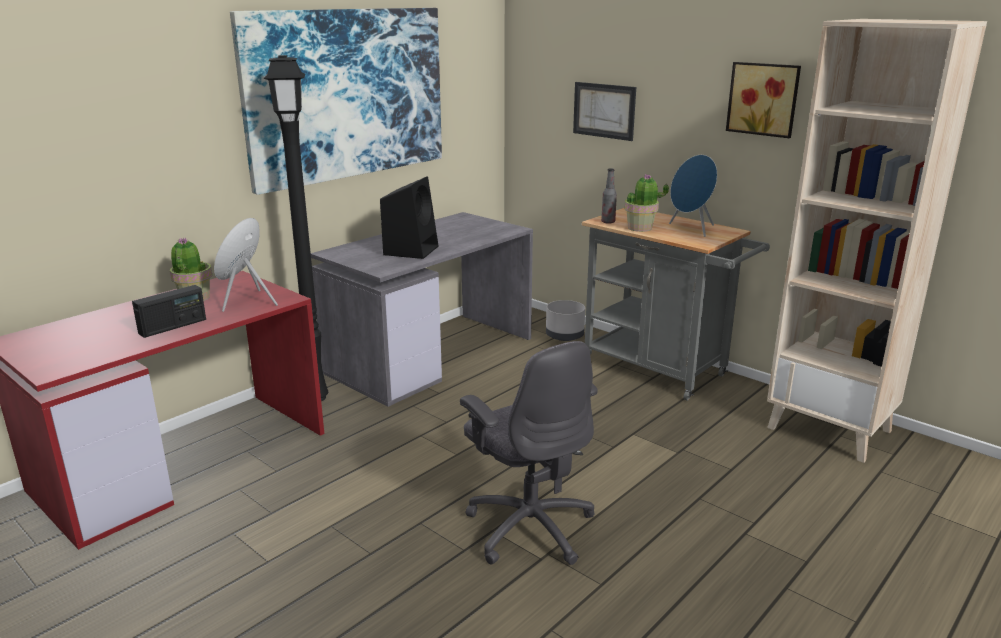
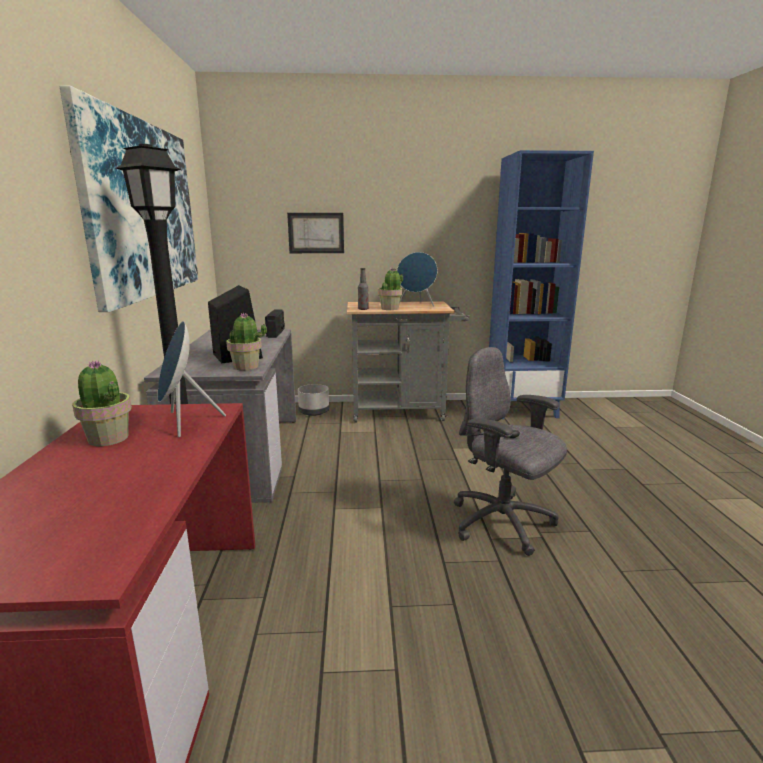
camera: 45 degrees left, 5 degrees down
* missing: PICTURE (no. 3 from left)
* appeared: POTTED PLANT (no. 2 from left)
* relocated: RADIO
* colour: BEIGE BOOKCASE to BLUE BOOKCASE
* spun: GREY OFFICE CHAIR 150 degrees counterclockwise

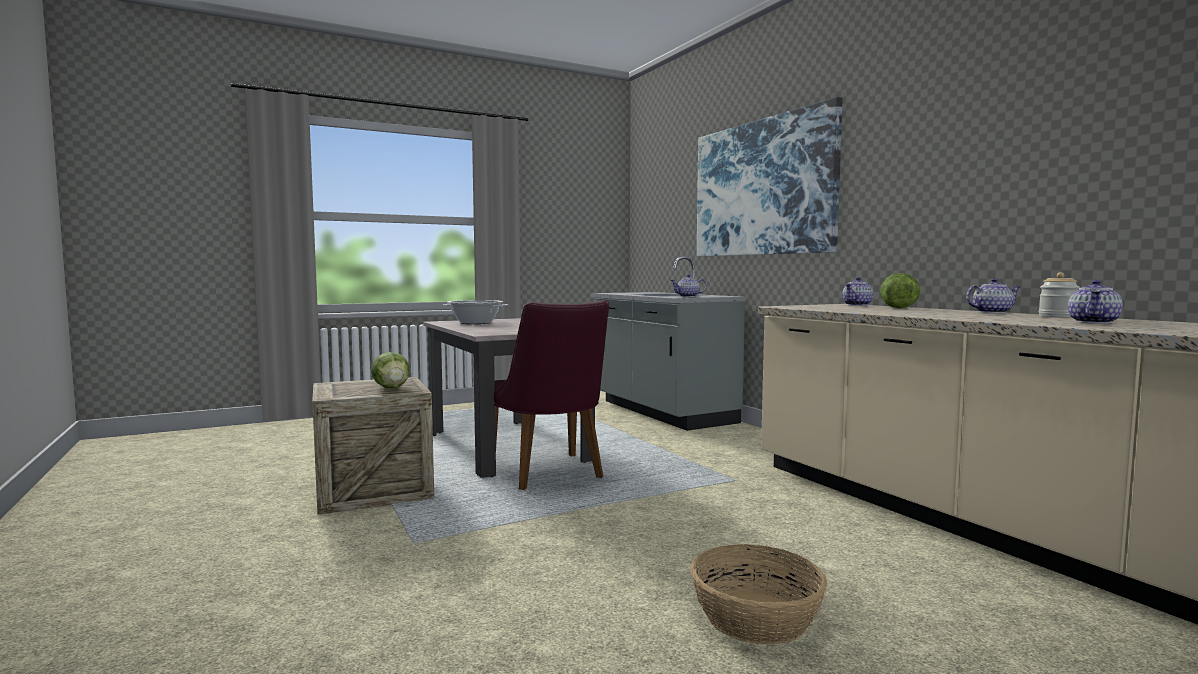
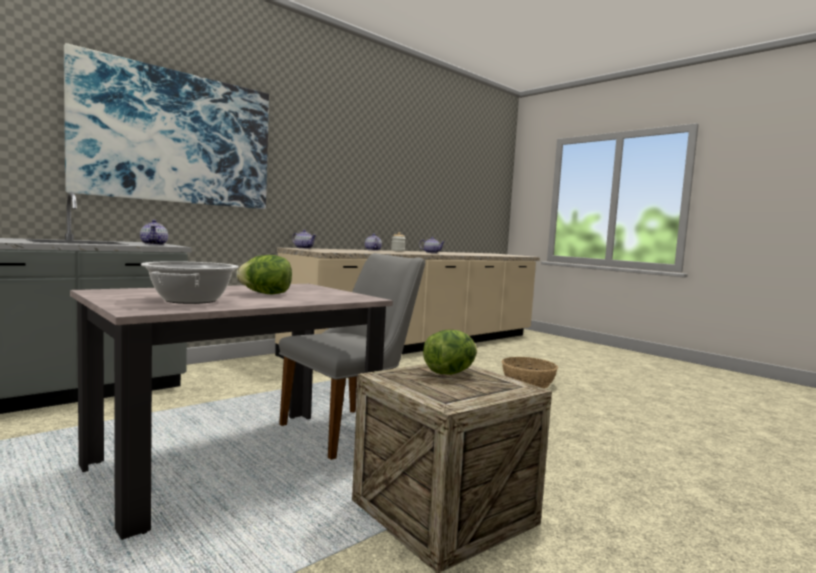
camera: 105 degrees left, 0 degrees up
* relocated: LETTUCE (no. 2 from left in the first image) to LETTUCE (no. 1 from left)
* colour: PURPLE CHAIR to GREY CHAIR

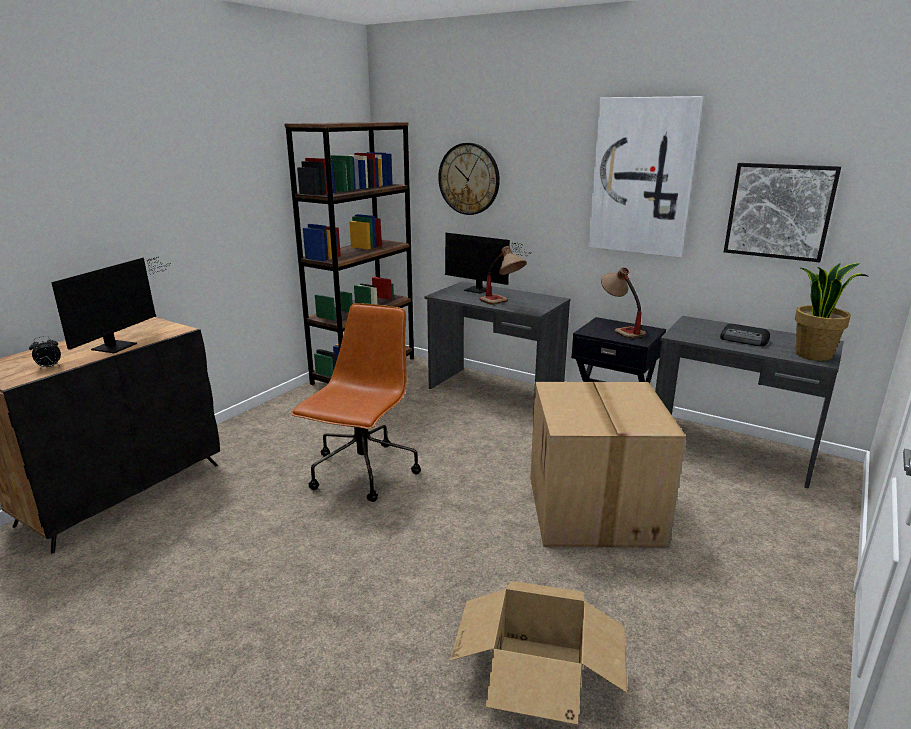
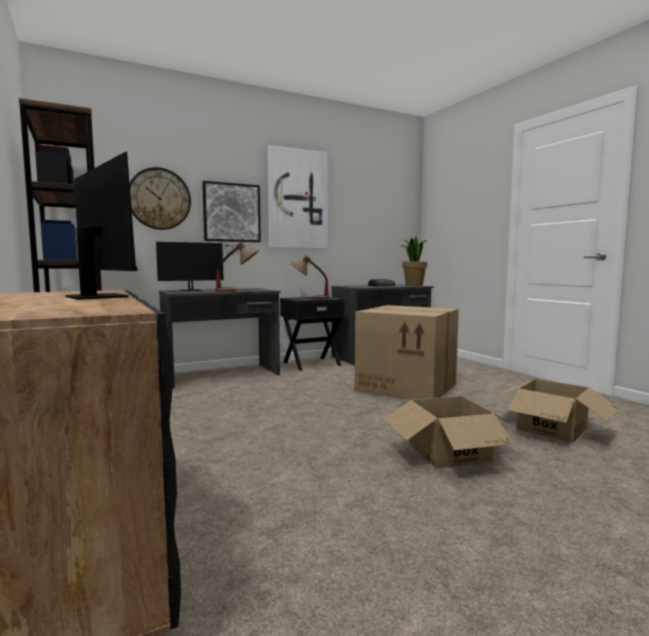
camera: 60 degrees left, 15 degrees down
* missing: ALARM CLOCK
* missing: BROWN OFFICE CHAIR
* appeared: CARDBOARD BOX (no. 2 from left)
* relocated: PICTURE (no. 2 from left in the first image) to PICTURE (no. 1 from left)

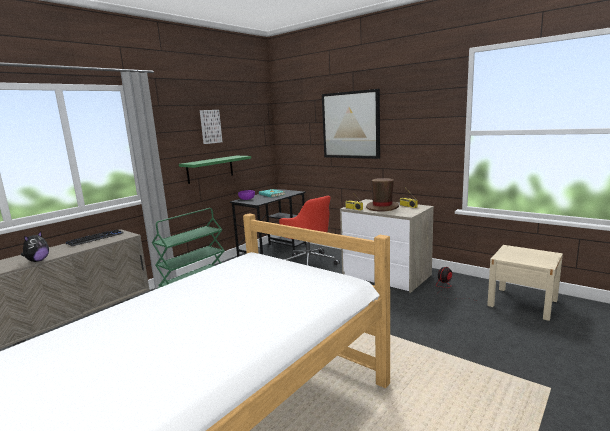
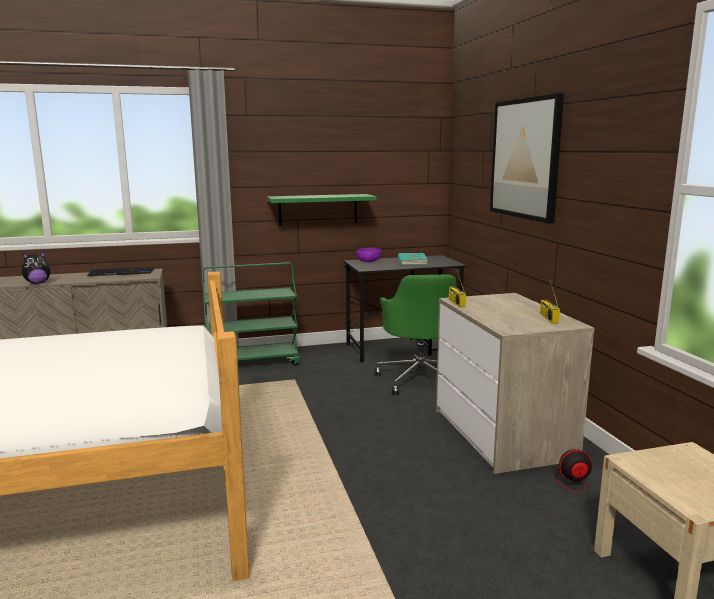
camera: 35 degrees right, 0 degrees up
* missing: PICTURE (no. 1 from left)
* missing: BROWN HAT
* colour: RED OFFICE CHAIR to GREEN OFFICE CHAIR

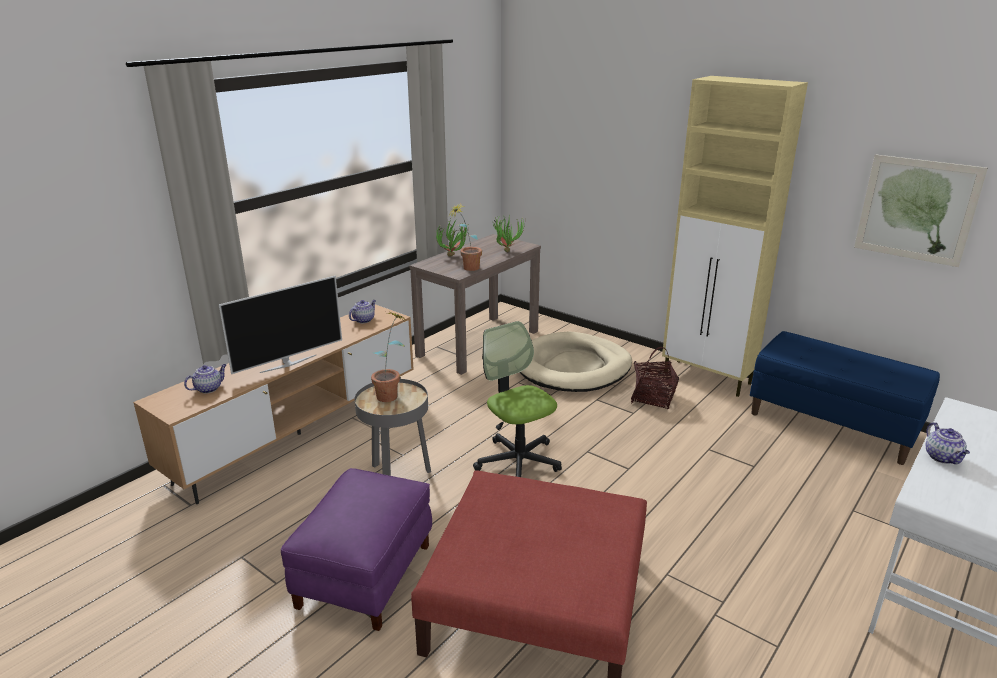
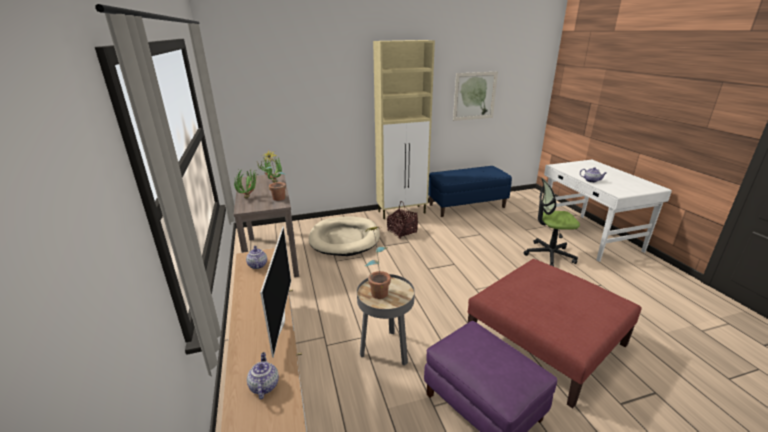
camera: 55 degrees left, 0 degrees up
* relocated: OFFICE CHAIR

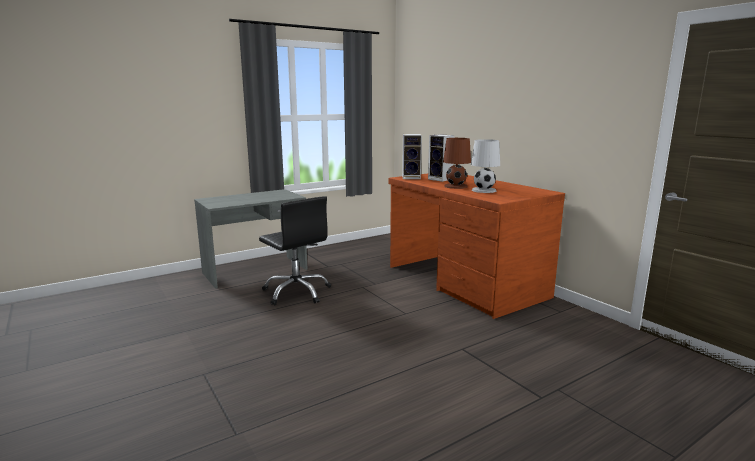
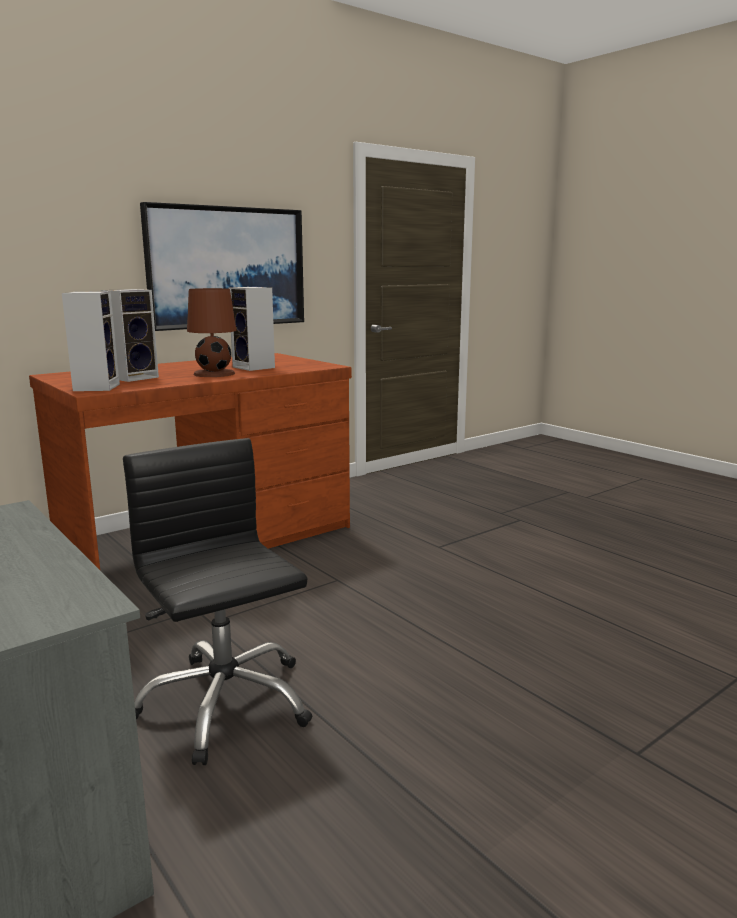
camera: 95 degrees left, 0 degrees up
* appeared: PICTURE
* exchanged: WHITE TABLE LAMP to SPEAKER (no. 3 from left)
* spun: BLACK OFFICE CHAIR 75 degrees counterclockwise

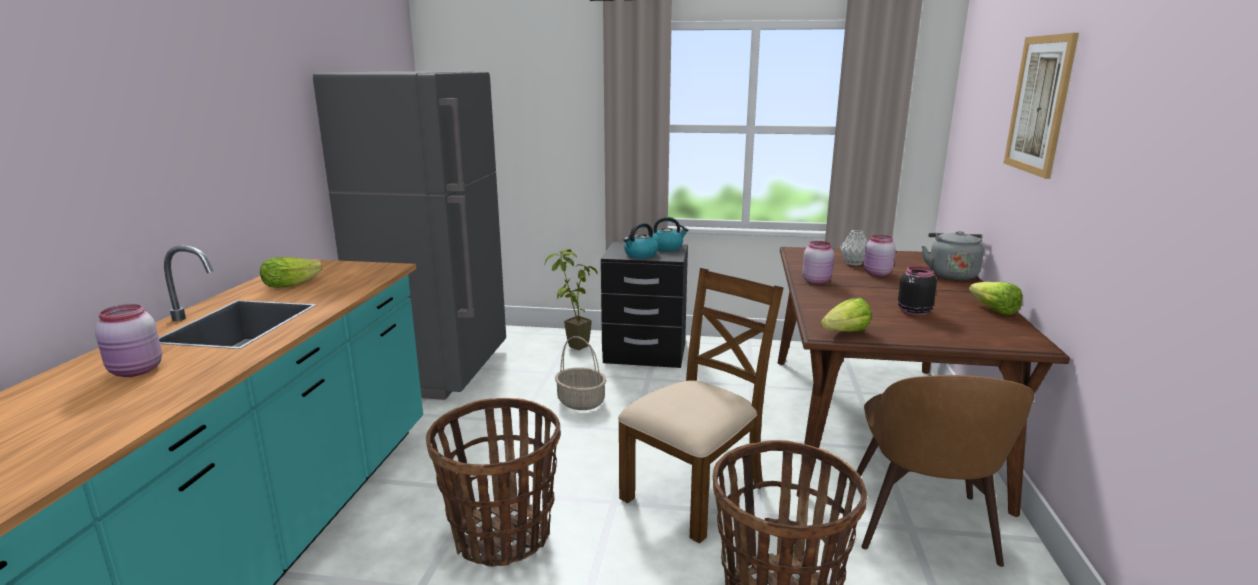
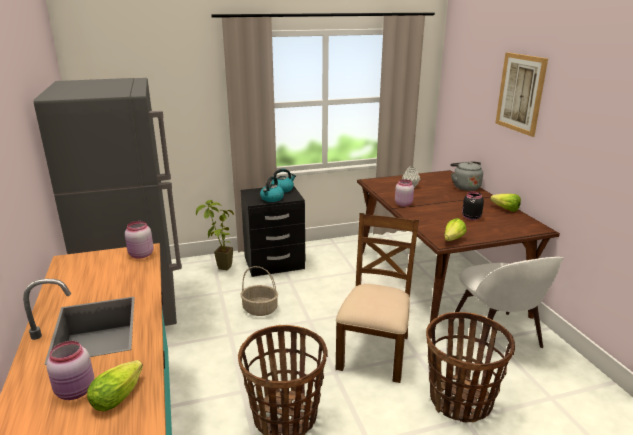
camera: 25 degrees left, 5 degrees up
* relocated: LETTUCE (no. 1 from left)
* relocated: PINK JAR (no. 3 from left in the first image) to PINK JAR (no. 2 from left)
* colour: BROWN CHAIR (no. 2 from left) to WHITE CHAIR

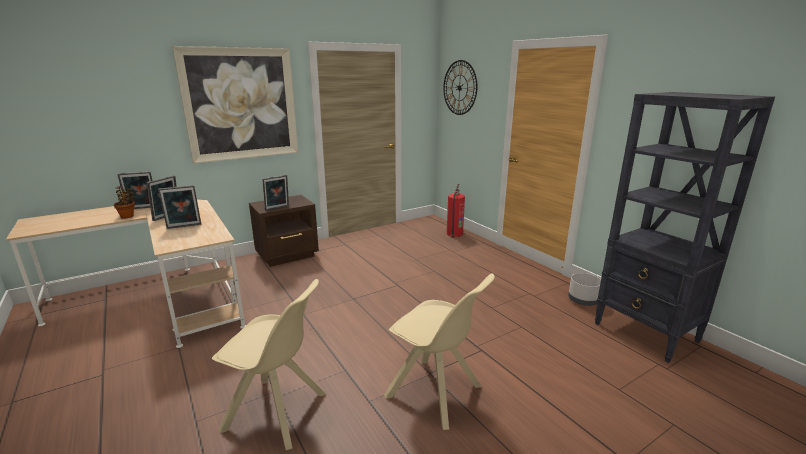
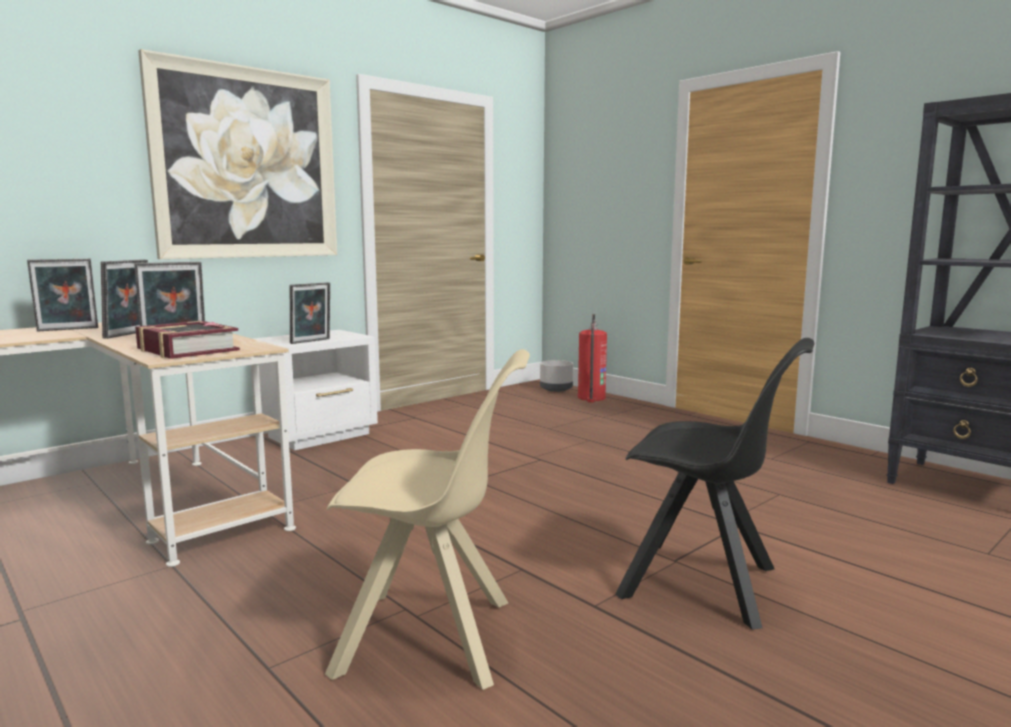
camera: 10 degrees left, 10 degrees down
* missing: POTTED PLANT
* missing: WALL CLOCK
* appeared: BOOK
* relocated: GREY PLANTER
* colour: BROWN NIGHTSTAND to WHITE NIGHTSTAND
* colour: BEIGE CHAIR (no. 2 from left) to BLACK CHAIR

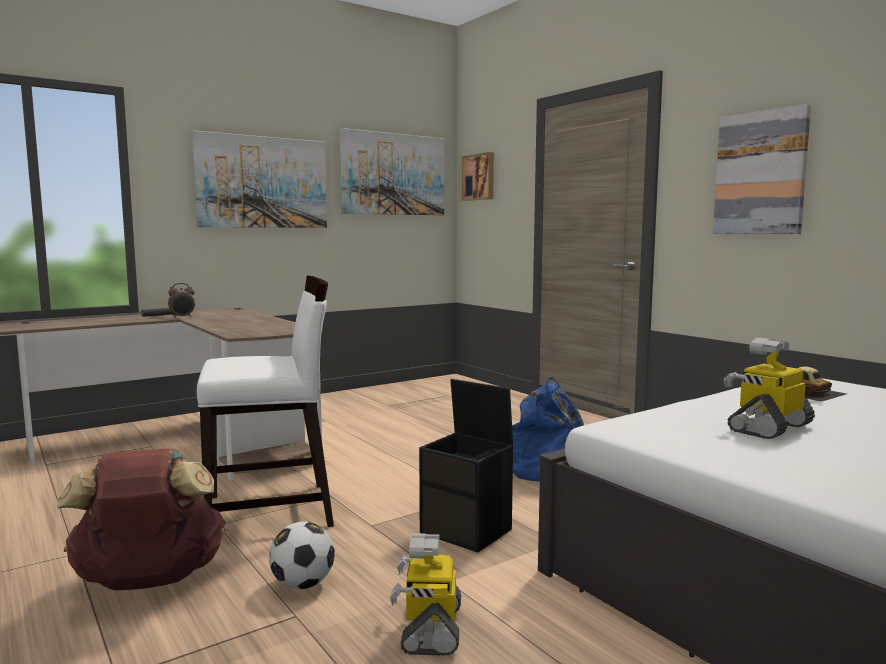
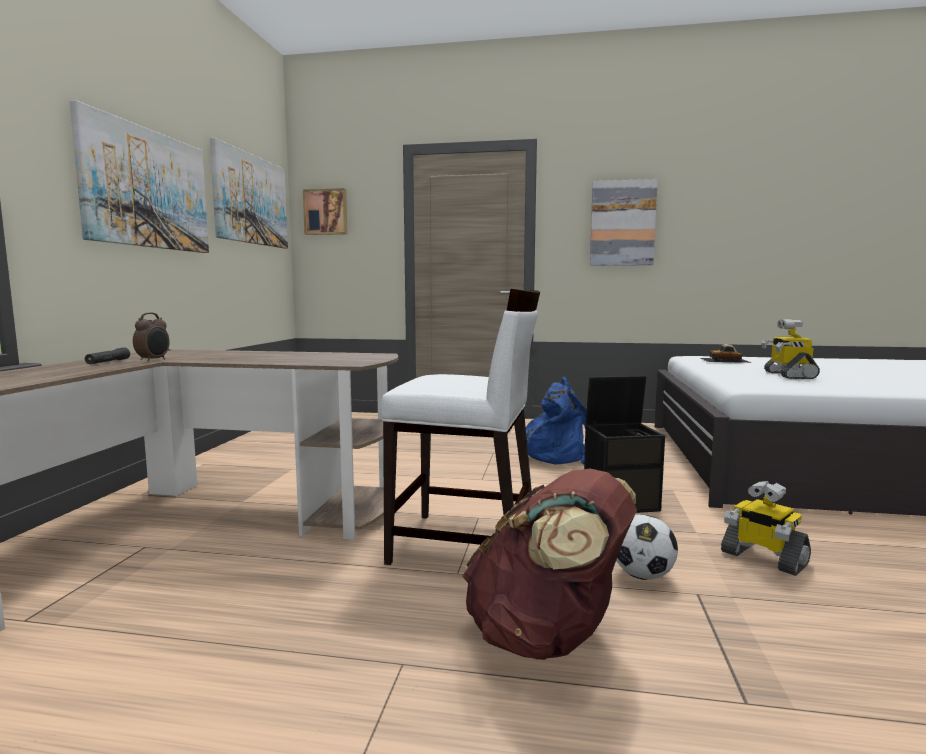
camera: 45 degrees left, 0 degrees up
* spun: WHITE CHAIR 75 degrees clockwise

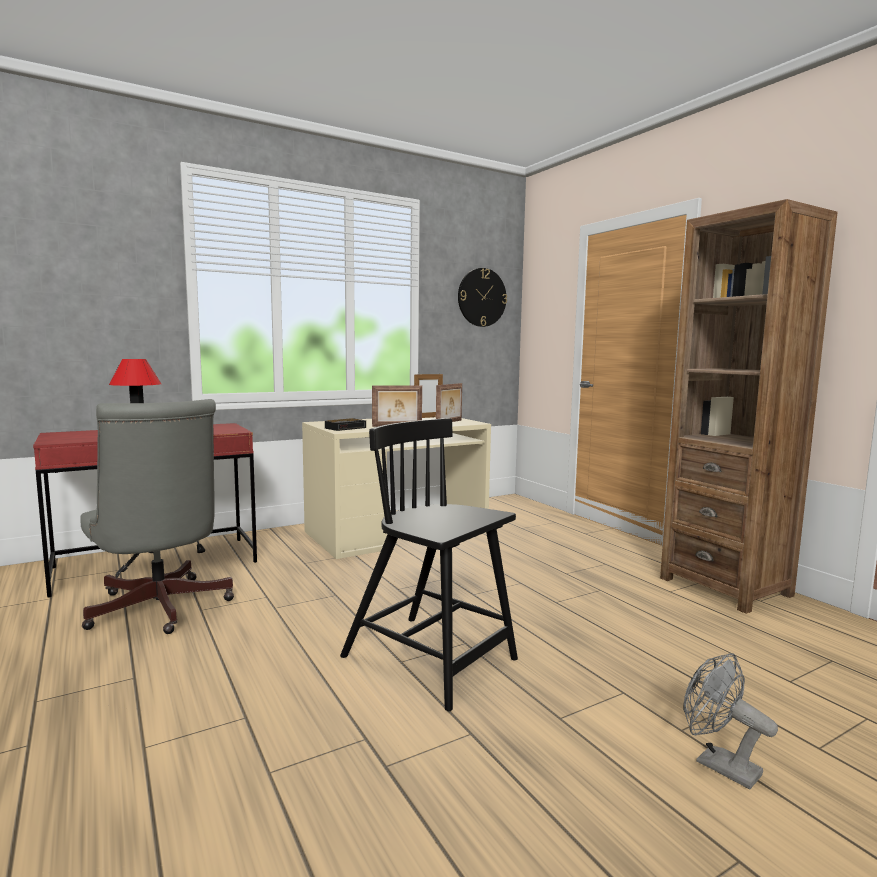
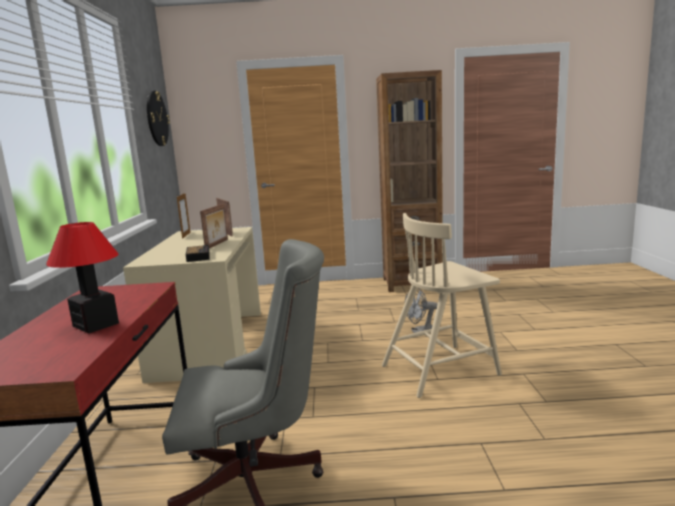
camera: 60 degrees left, 5 degrees up
* relocated: GREY FAN
* colour: BLACK CHAIR to BEIGE CHAIR

